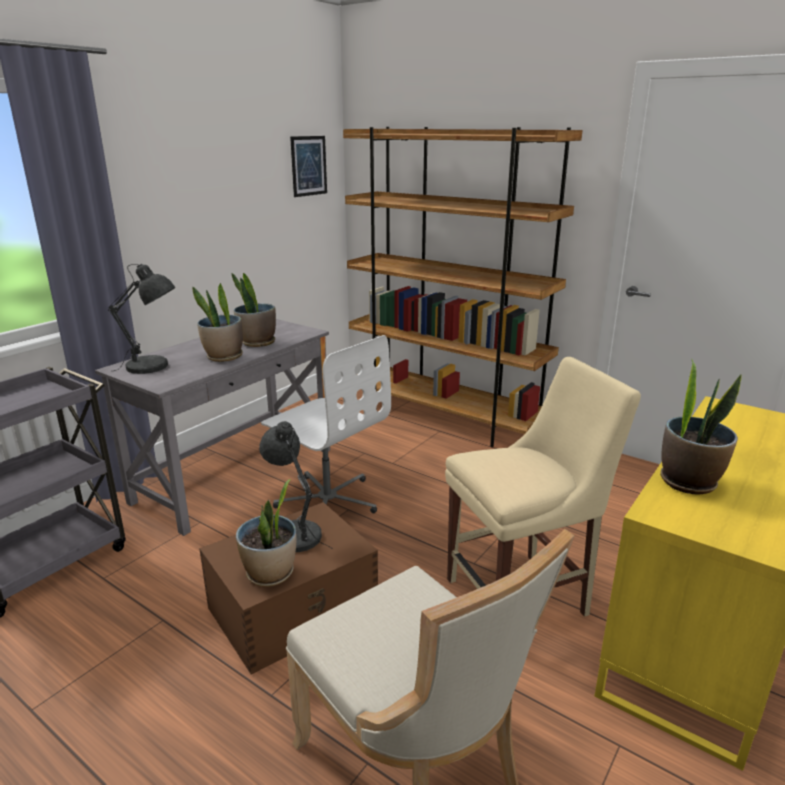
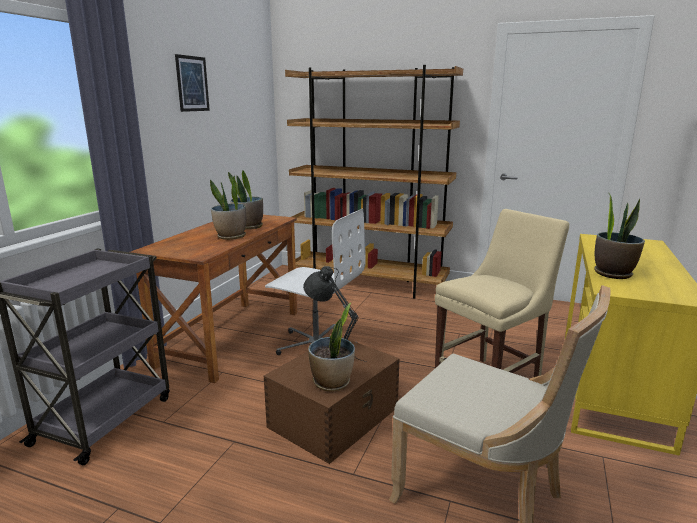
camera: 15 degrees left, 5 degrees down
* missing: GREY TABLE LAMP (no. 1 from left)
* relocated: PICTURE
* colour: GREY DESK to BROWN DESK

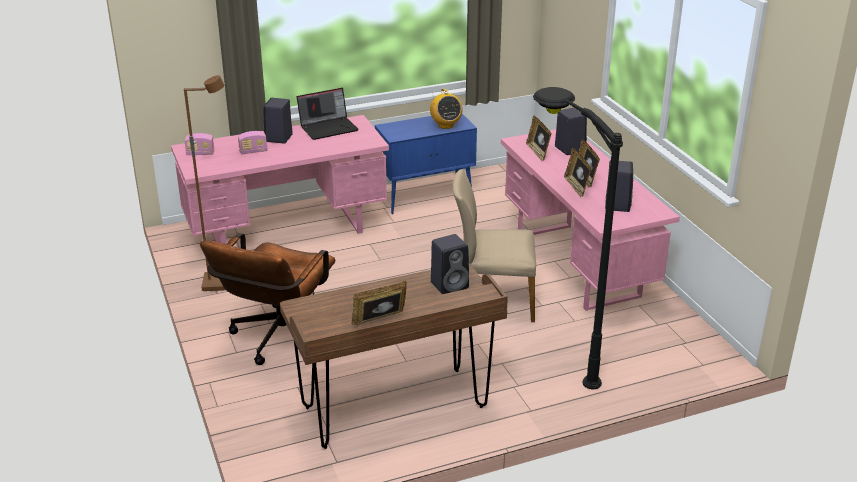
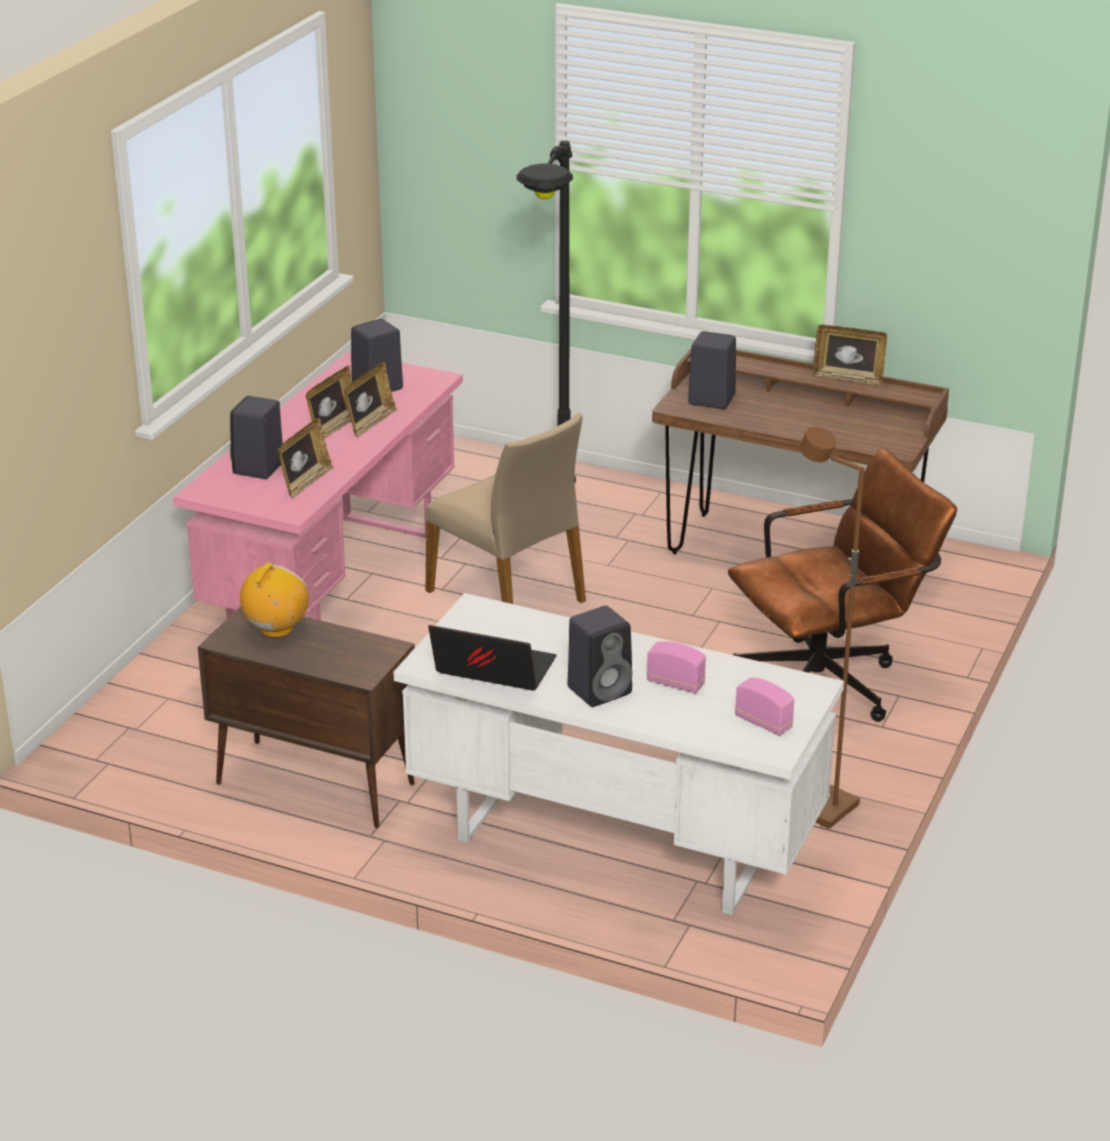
camera: 135 degrees left, 0 degrees up
* colour: PINK DESK (no. 1 from left) to WHITE DESK
* colour: BLUE CABINET to BROWN CABINET

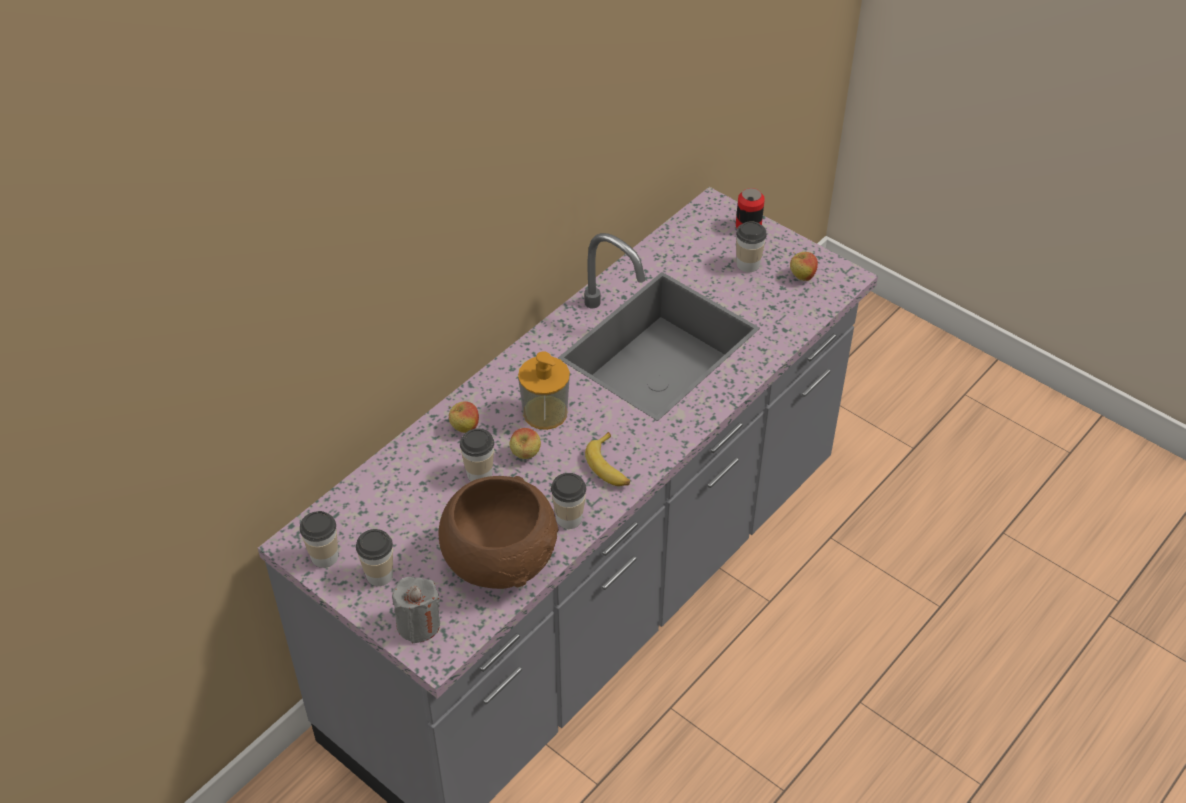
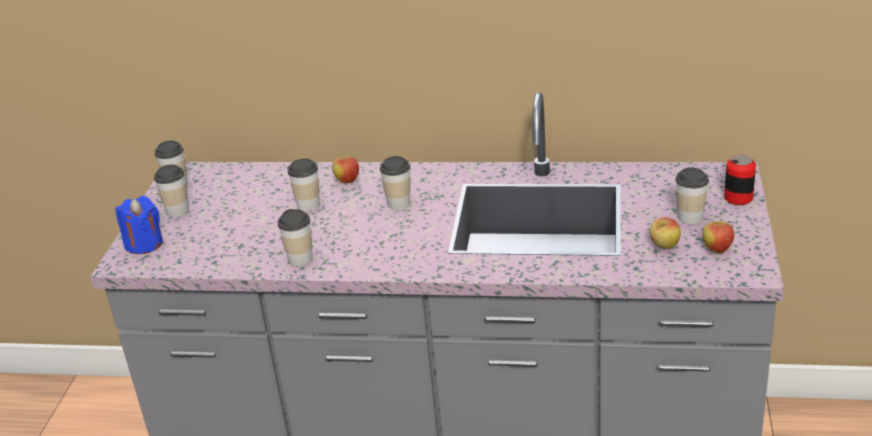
camera: 60 degrees right, 15 degrees down
* missing: BROWN BOWL
* missing: BANANA
* relocated: APPLE (no. 2 from left)
* exchanged: SOAP DISPENSER to CUP (no. 5 from left)
* colour: GREY CANDLE to BLUE CANDLE

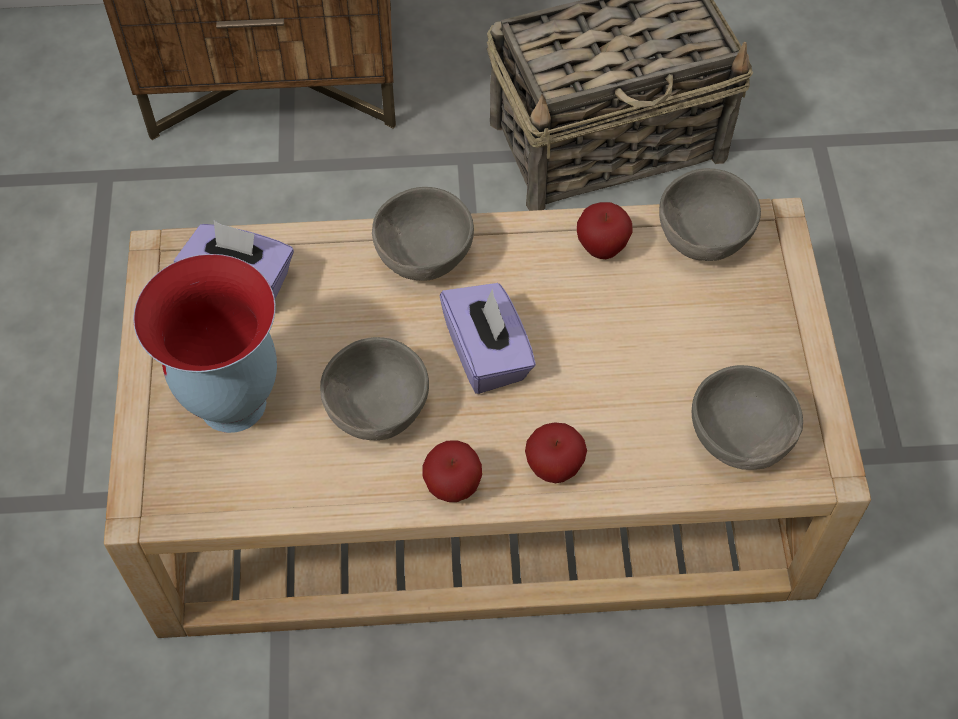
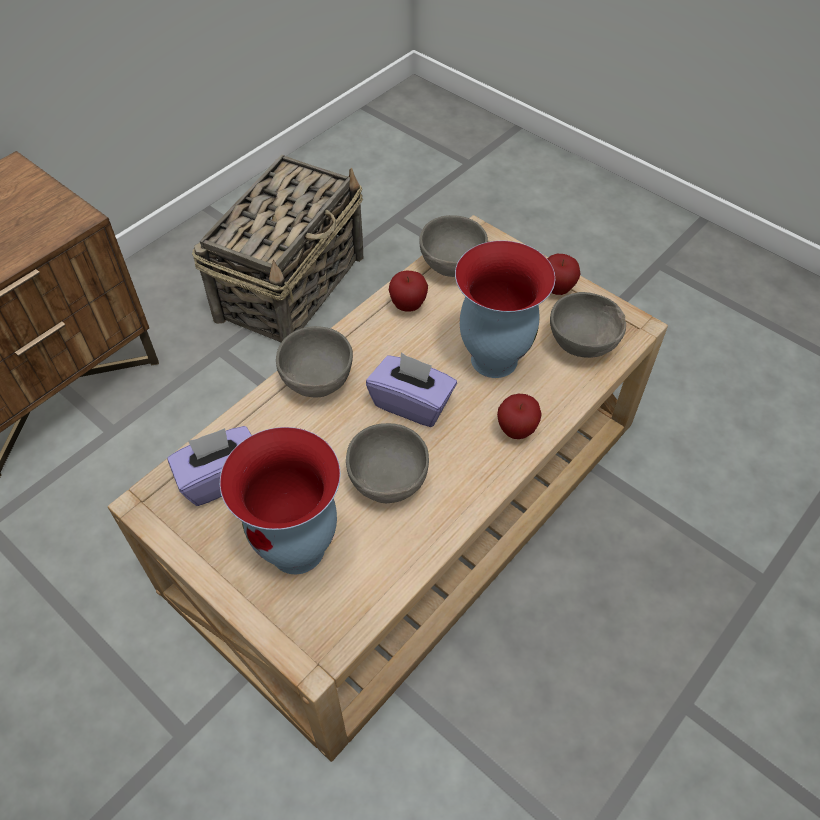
camera: 45 degrees left, 5 degrees down
* appeared: VASE (no. 2 from left)
* relocated: APPLE (no. 1 from left in the first image) to APPLE (no. 3 from left)

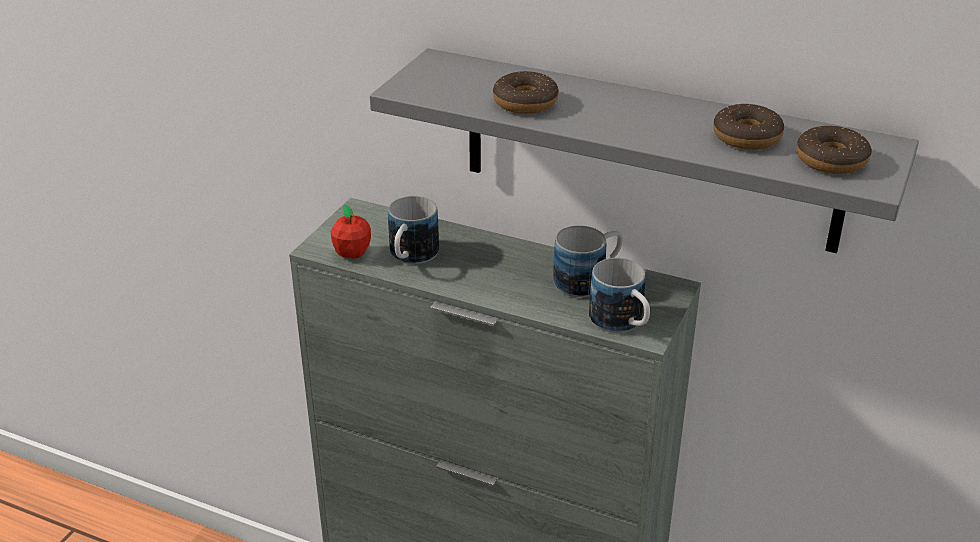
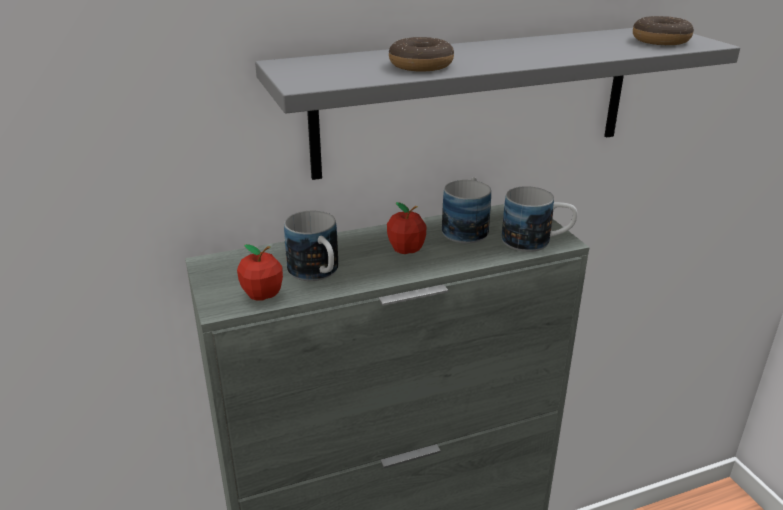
camera: 45 degrees left, 5 degrees down
* missing: DONUT (no. 2 from left)
* appeared: APPLE (no. 2 from left)

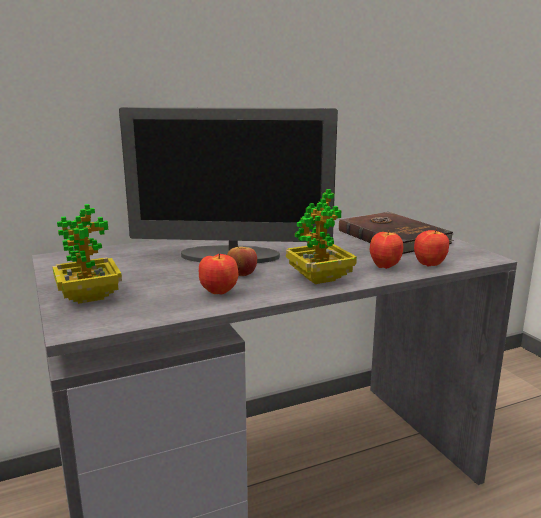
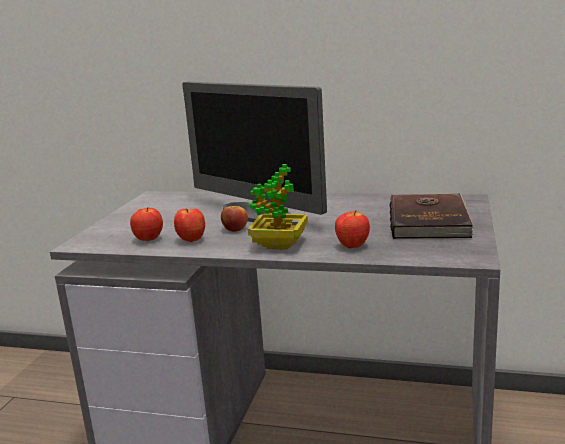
camera: 40 degrees right, 0 degrees up
* missing: POTTED PLANT (no. 1 from left)
* relocated: APPLE (no. 4 from left in the first image) to APPLE (no. 1 from left)

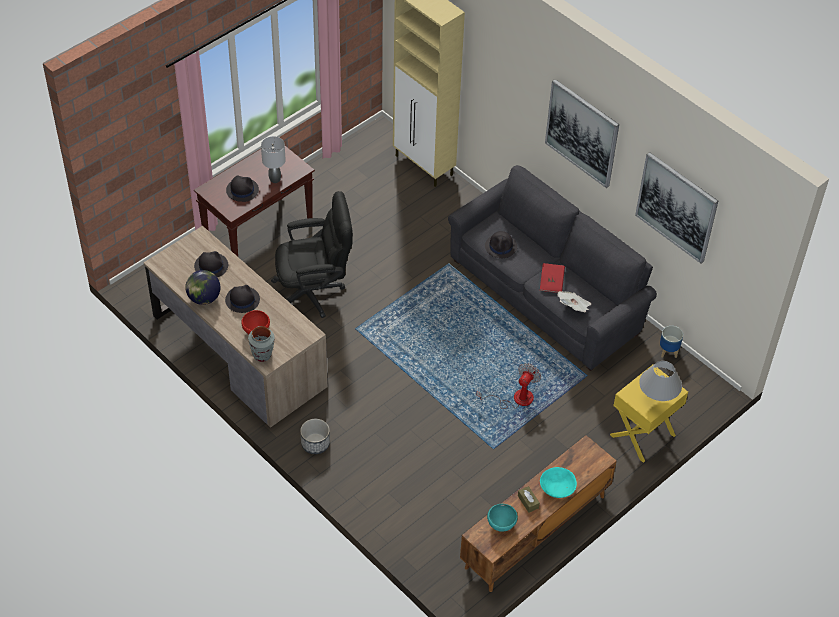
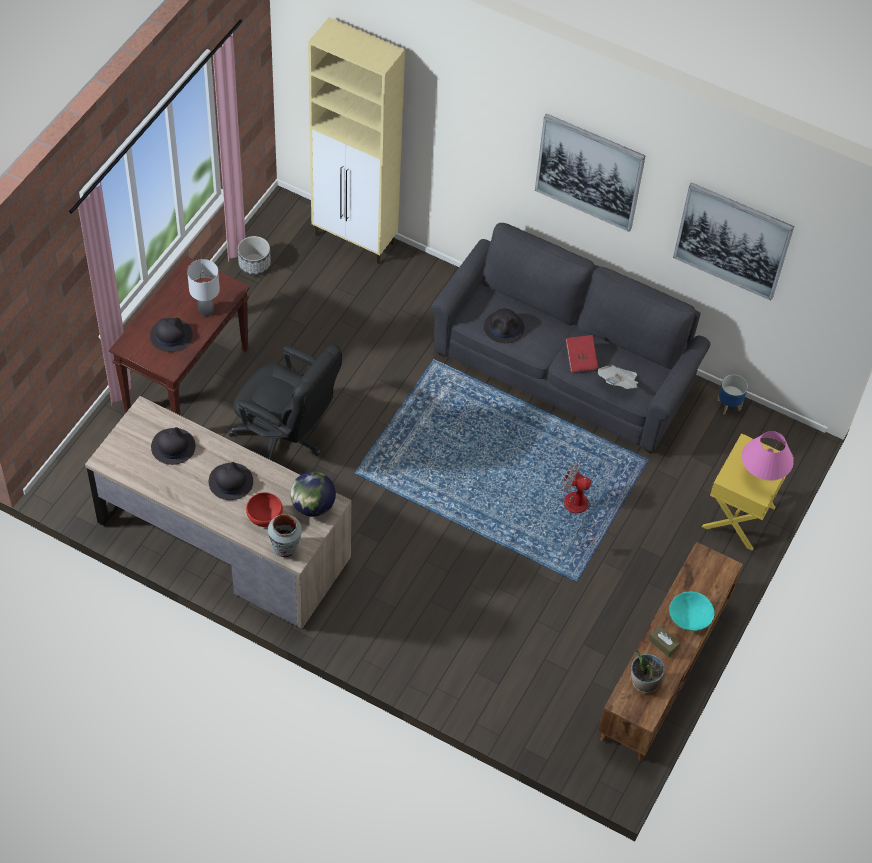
camera: 20 degrees left, 5 degrees up
* relocated: GLOBE
* relocated: PLANTER (no. 1 from left)
* exchanged: TURQUOISE BOWL (no. 1 from left) to POTTED PLANT
* colour: GREY TABLE LAMP (no. 2 from left) to PINK TABLE LAMP
* spun: BLACK OFFICE CHAIR 60 degrees clockwise
* spun: FAN 75 degrees counterclockwise

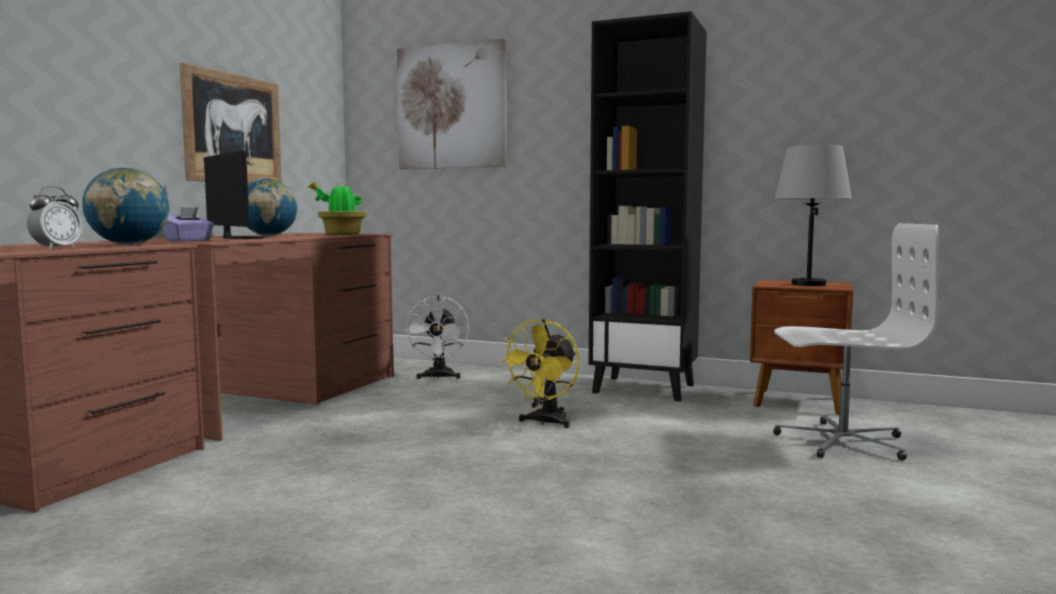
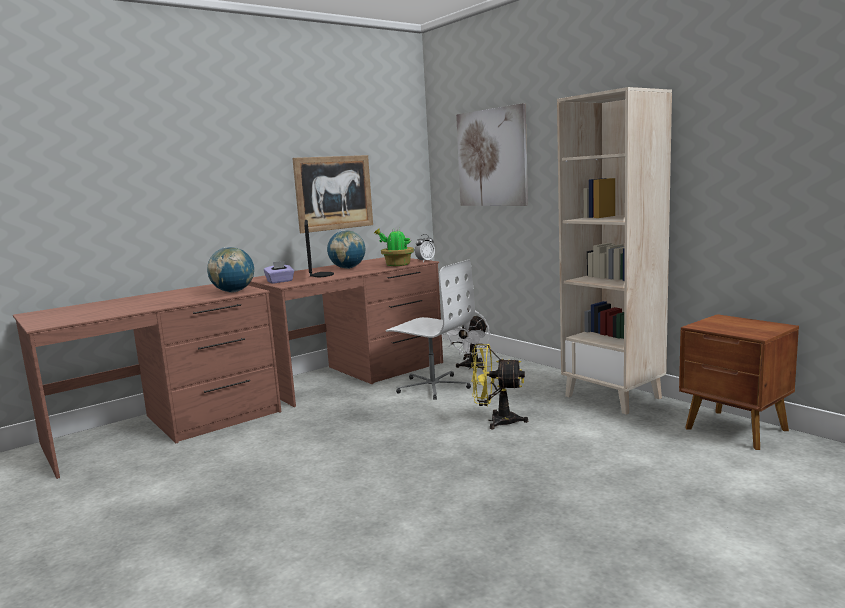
camera: 30 degrees right, 5 degrees up
* missing: GREY TABLE LAMP
* relocated: ALARM CLOCK
* relocated: WHITE OFFICE CHAIR
* colour: BLACK BOOKCASE to BEIGE BOOKCASE
* spun: YELLOW FAN 45 degrees clockwise

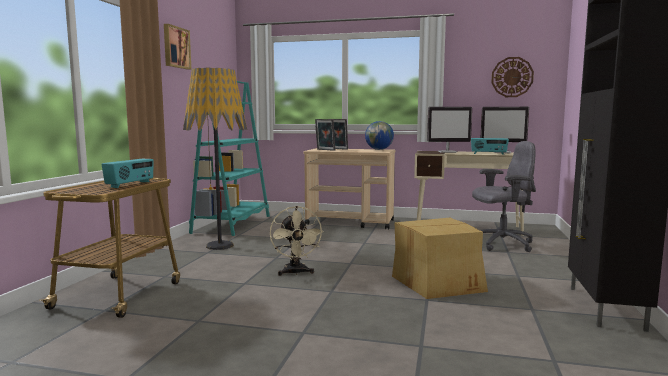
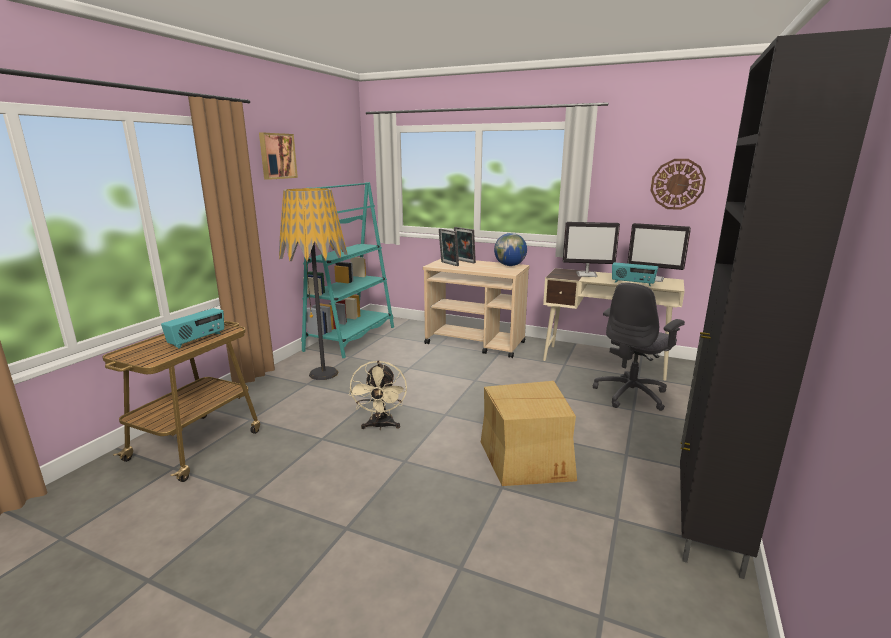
camera: 10 degrees right, 10 degrees up
* spun: GREY OFFICE CHAIR 135 degrees clockwise

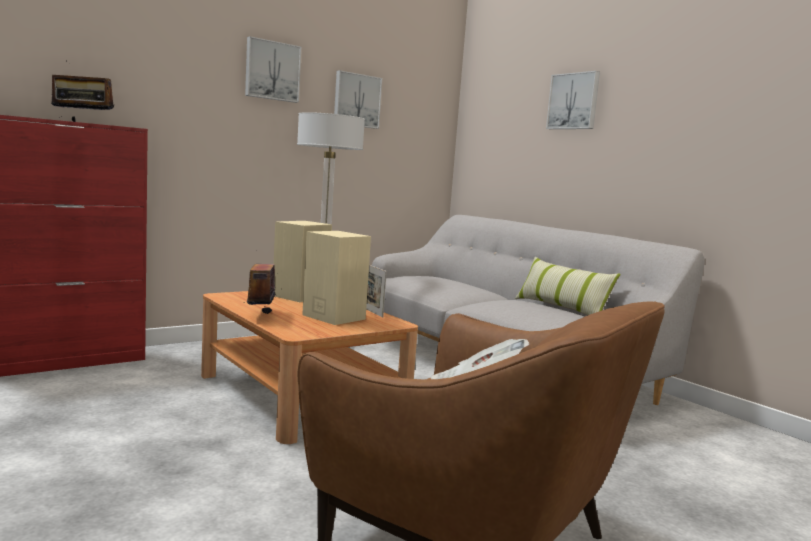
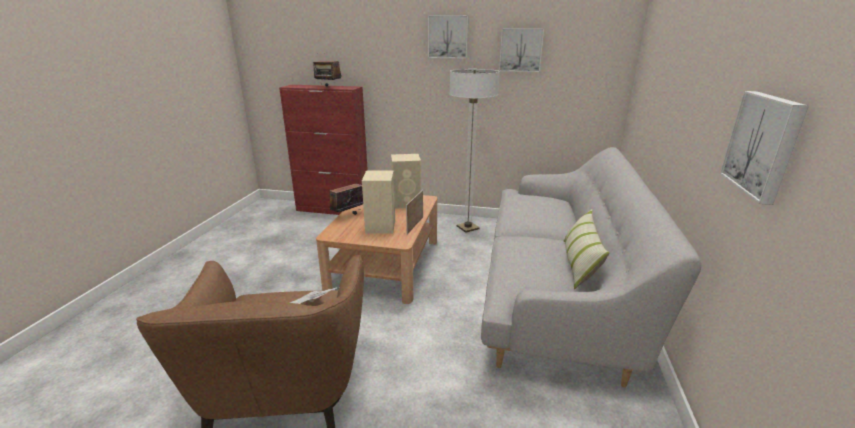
camera: 50 degrees right, 15 degrees up
* relocated: PICTURE (no. 3 from left)

